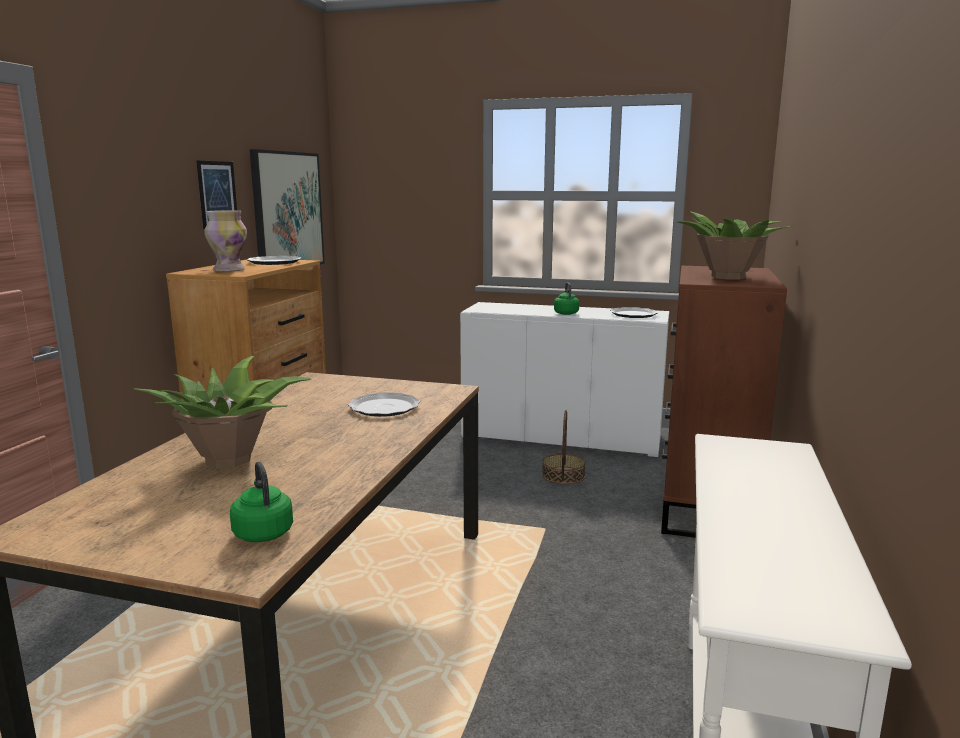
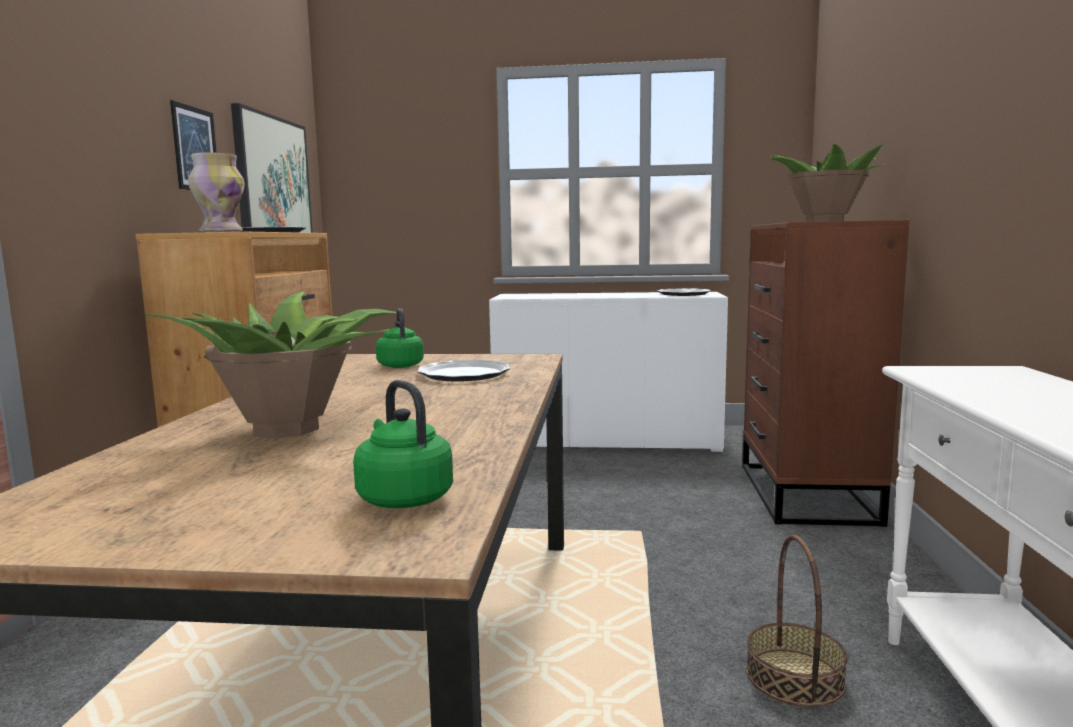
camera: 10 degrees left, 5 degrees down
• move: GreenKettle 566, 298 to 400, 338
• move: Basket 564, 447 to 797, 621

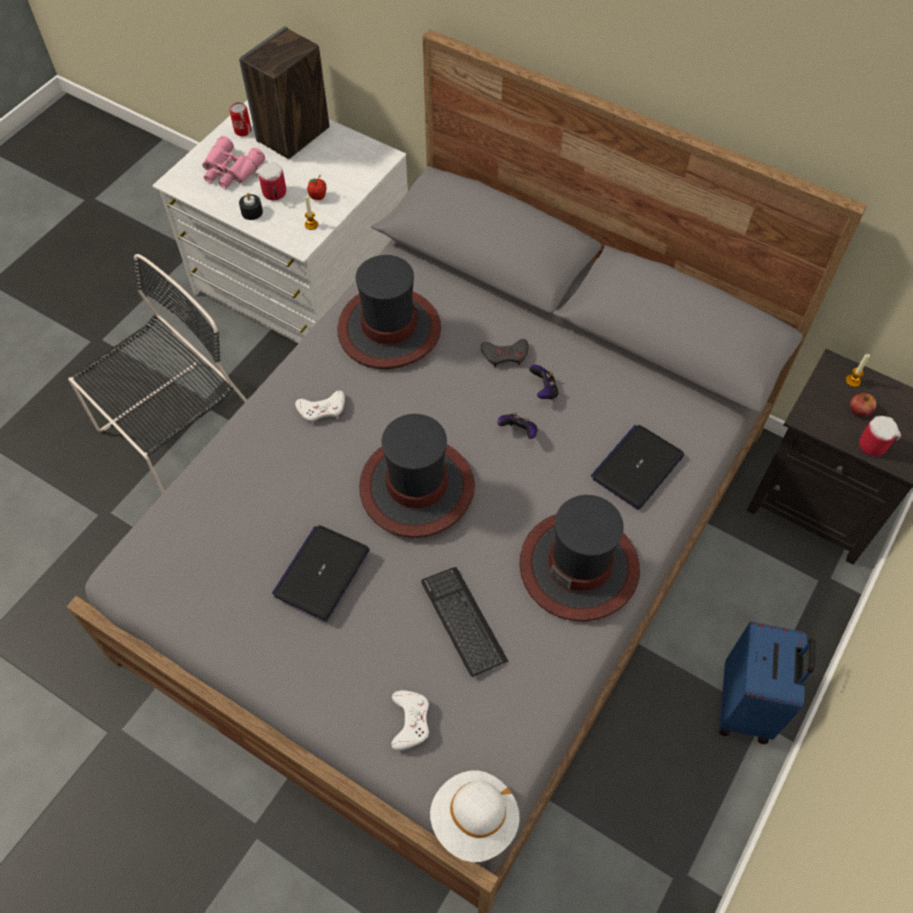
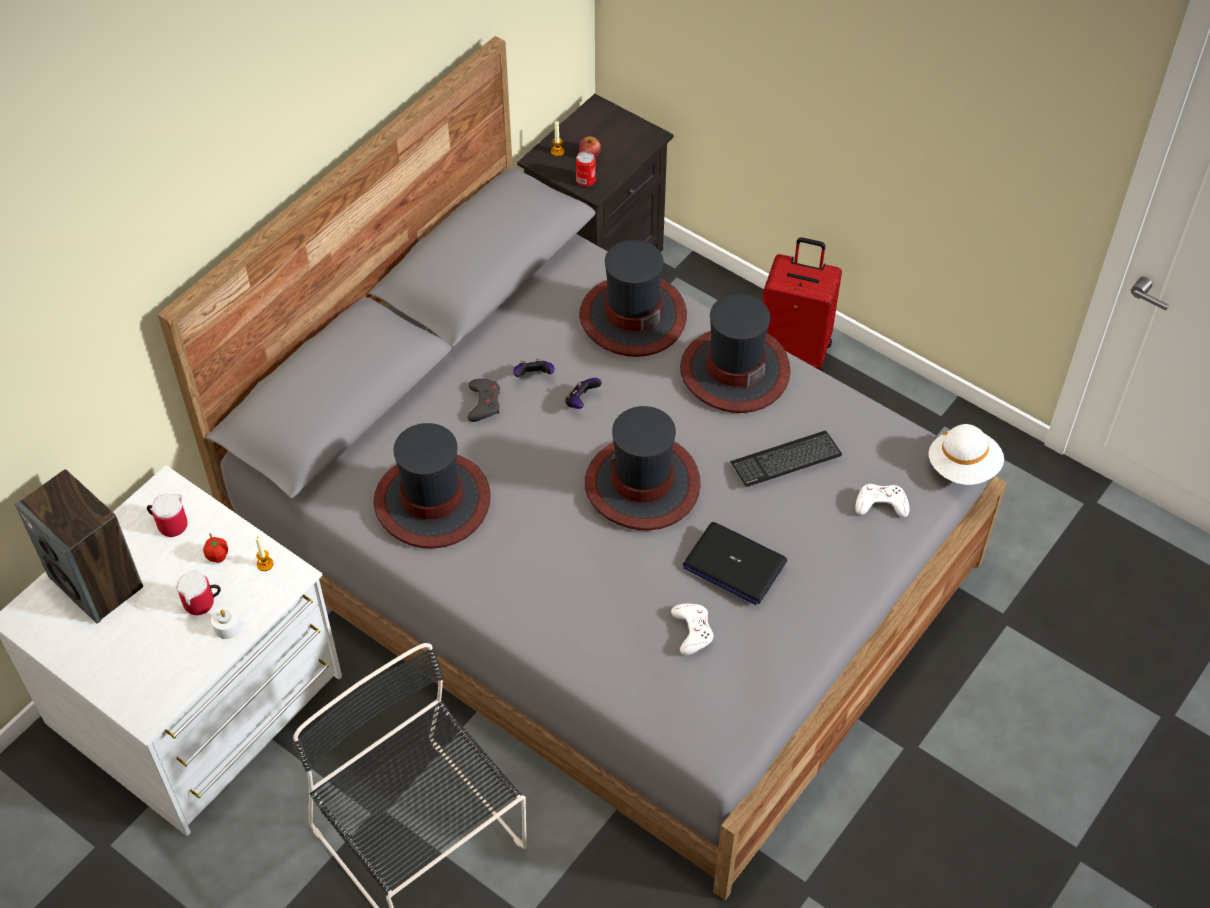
camera: 85 degrees left, 5 degrees down
• move: Can 240, 119 to 585, 169
• delete: PinkBinoculars 233, 162
• recolor: BlackCandle 251, 206 to WhiteCandle 226, 623
• move: WhiteGameController 320, 407 to 692, 629
• move: Mug 880, 435 to 167, 515
• replace: Laptop 637, 467 to Hat 633, 298
• recolor: BlueSuitcase 767, 682 to RedSuitcase 802, 304

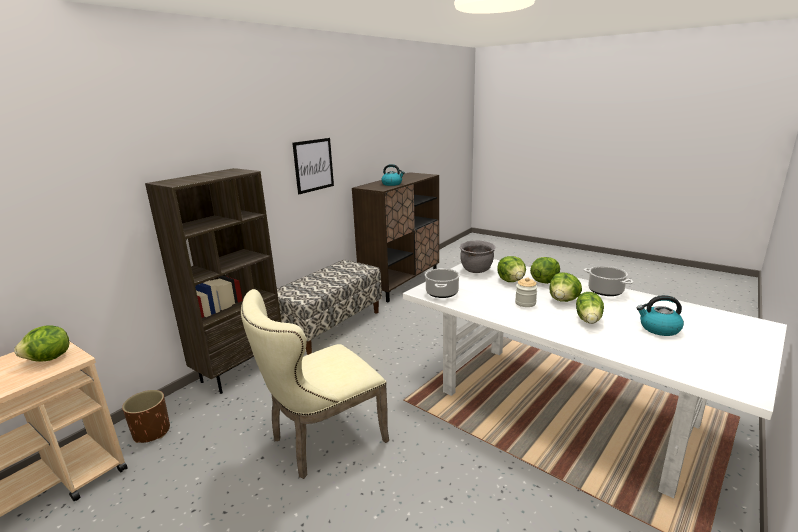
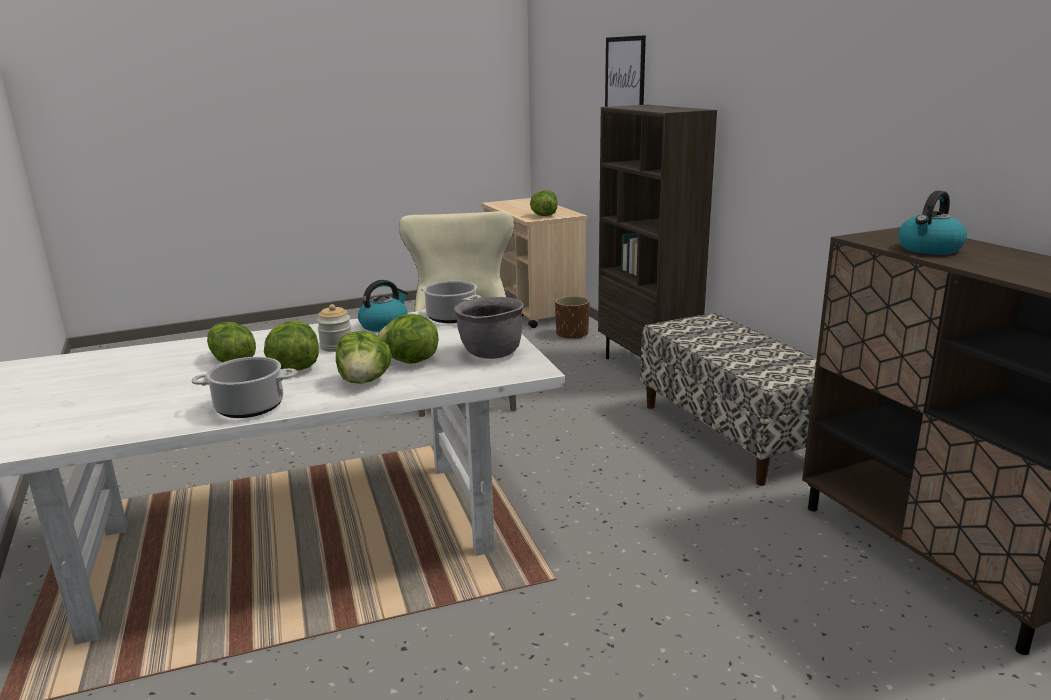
camera: 120 degrees right, 0 degrees up
• move: Picture 313, 166 to 625, 71
• move: Kettle 660, 315 to 383, 306

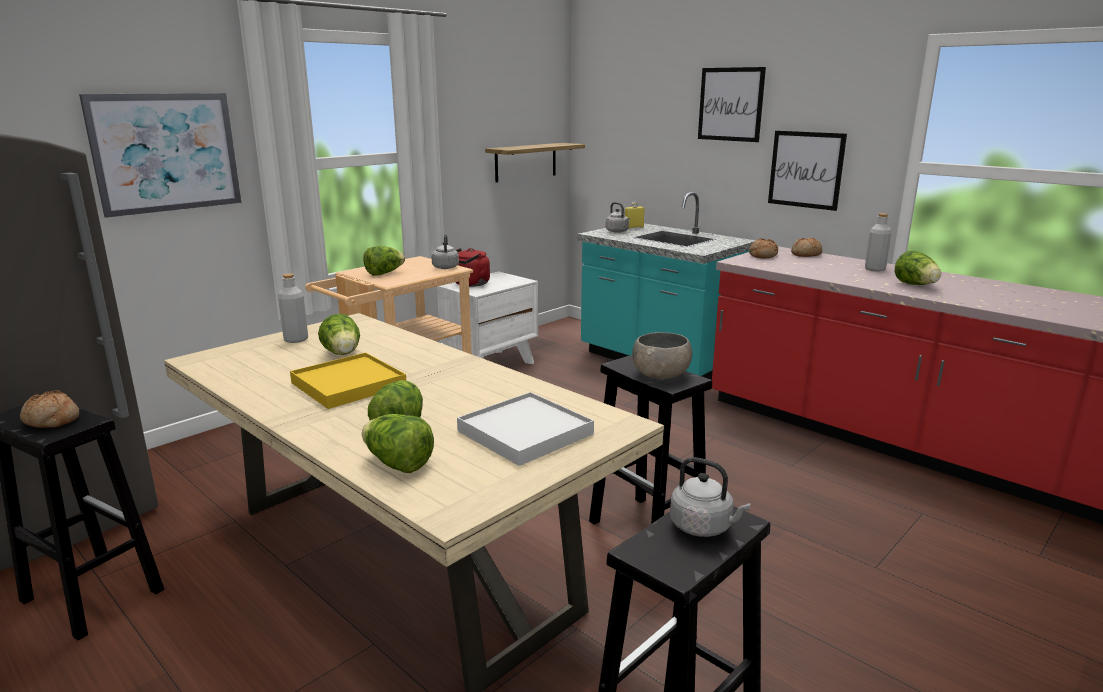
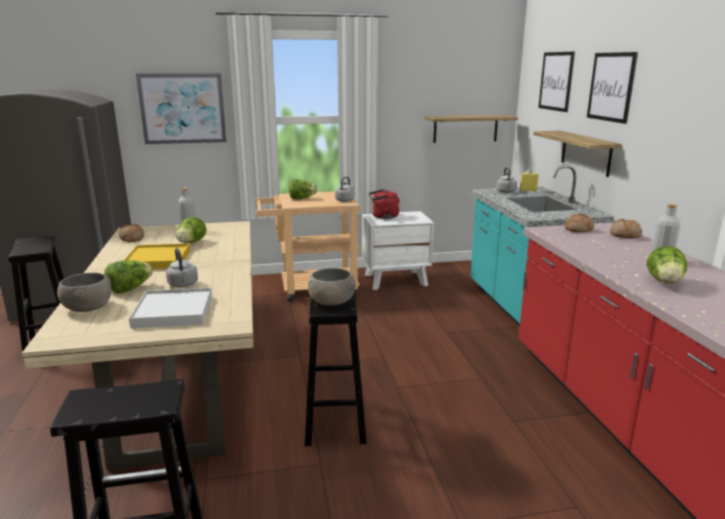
camera: 35 degrees right, 0 degrees up
• move: Picture 807, 171 to 556, 82
• move: Bread 49, 409 to 131, 233
• replace: Lettuce 398, 443 to GreyBowl 84, 292
• move: GreyKettle 710, 497 to 182, 267
• insert: Shelf 577, 154

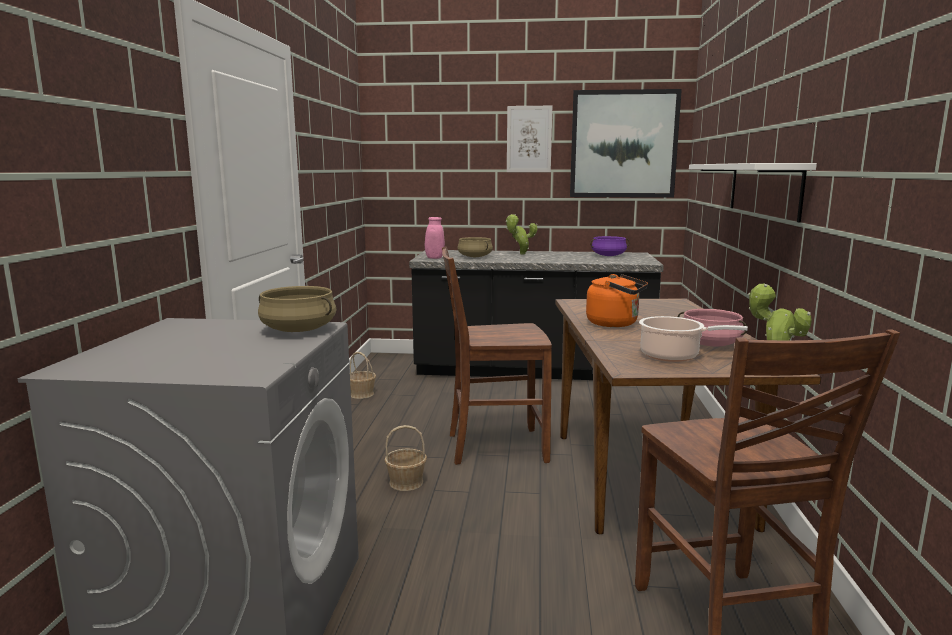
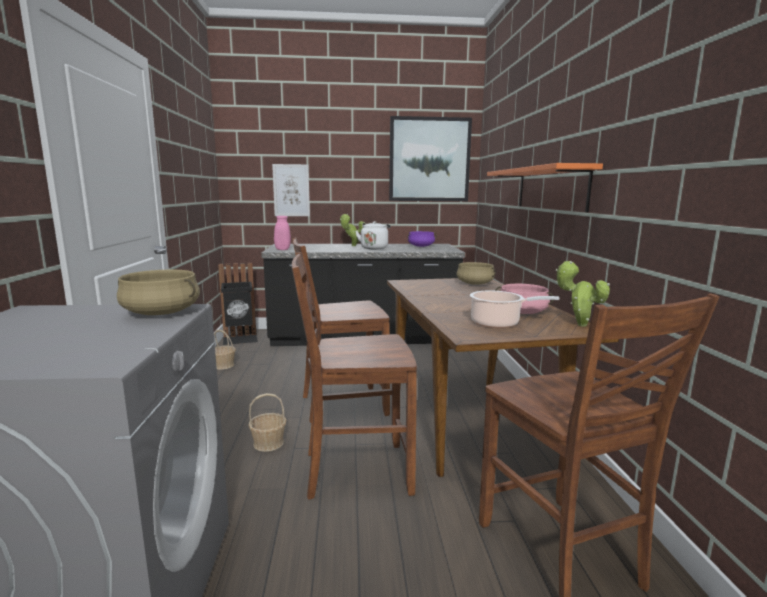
camera: 10 degrees left, 0 degrees up
• move: Picture 529, 139 to 291, 190
• recolor: WhiteShelf 753, 193 to OrangeShelf 545, 187
• move: BeigeCookingPot 475, 247 to 476, 273
• delete: OrangeKettle 617, 300
• insert: WhiteKettle 373, 235
• insert: BrownChair 354, 376
• insert: BlackTrashCan 238, 304

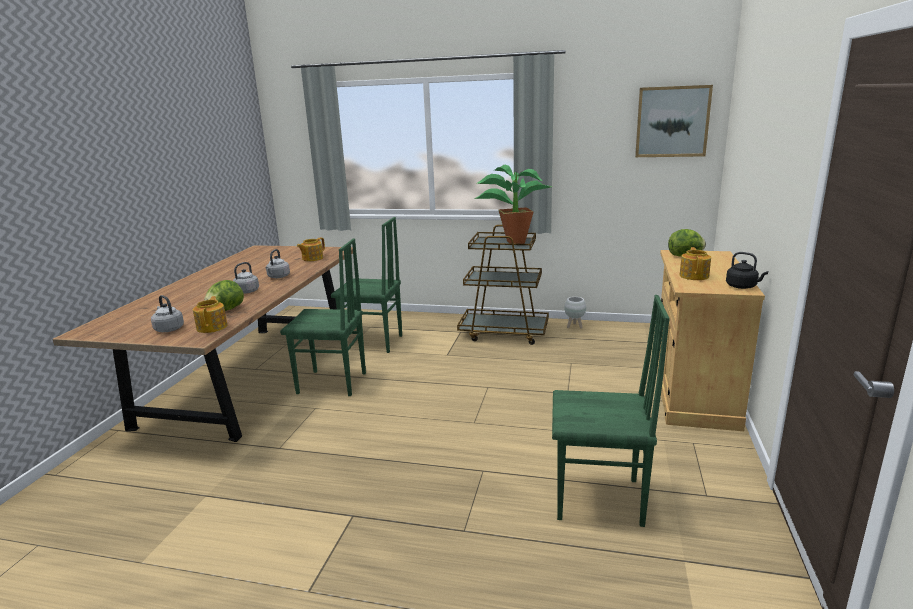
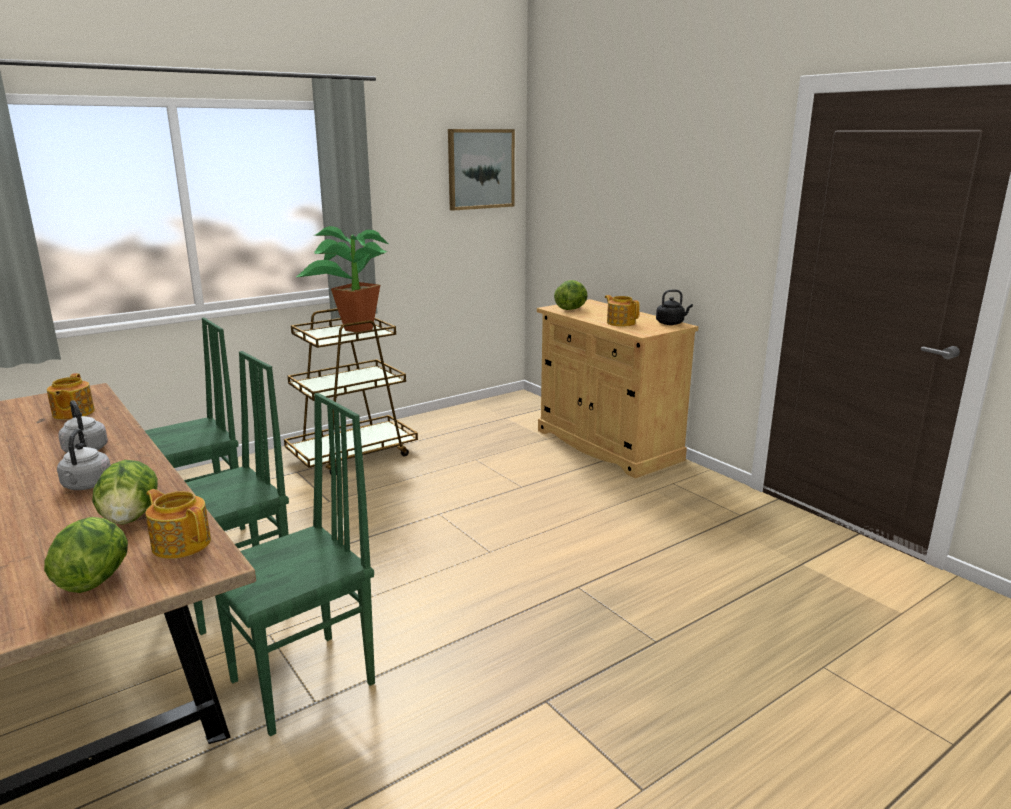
camera: 50 degrees left, 0 degrees up
• replace: GreyKettle 167, 313 to Lettuce 86, 555
• move: GreenChair 611, 411 to 295, 565
• delete: WhitePlanter 575, 313

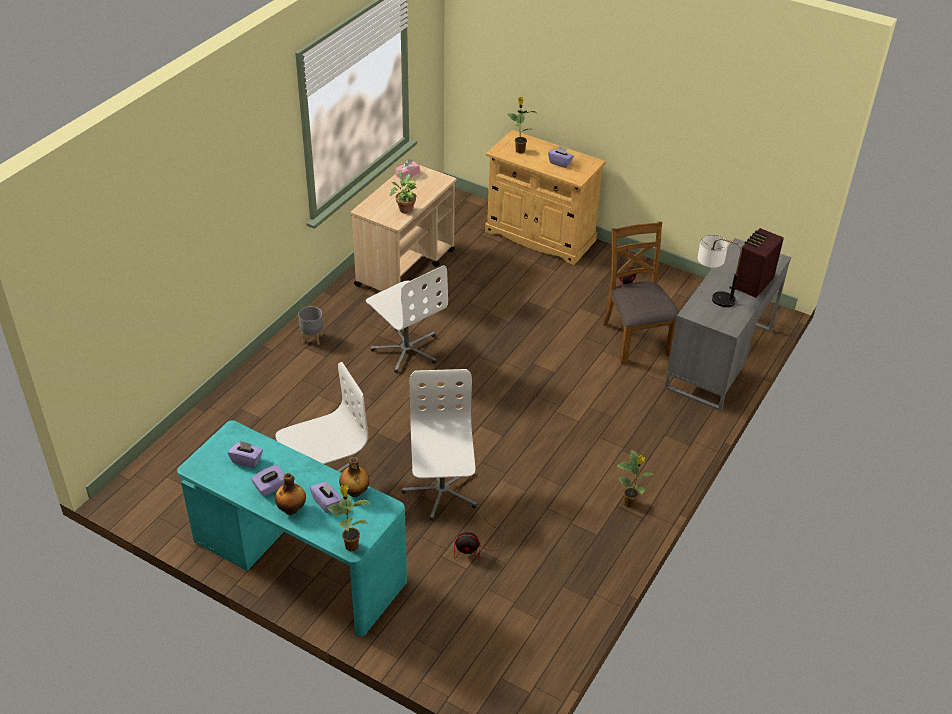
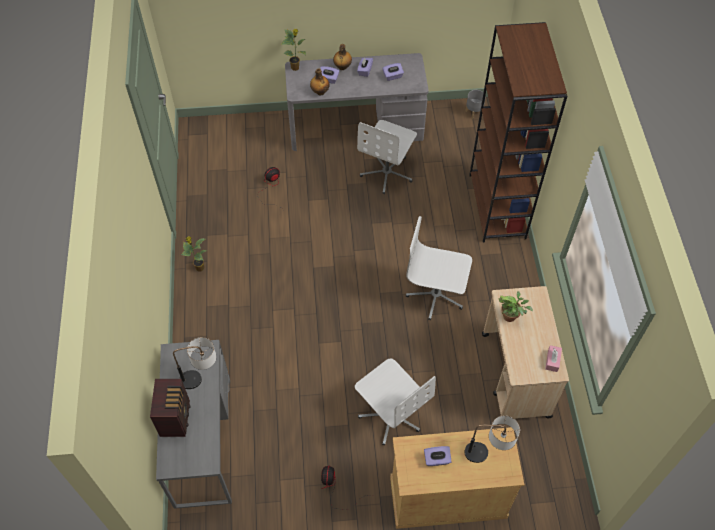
camera: 145 degrees right, 15 degrees up
• replace: PottedPlant 522, 125 to TableLamp 492, 439
• delete: BrownChair 641, 292
• move: GreyPlanter 310, 325 to 475, 104
• move: WhiteOfficeChair 439, 445 to 395, 401
• recolor: TurquoiseDesk 292, 528 to GreyDesk 357, 102
• insert: BrownBookcase 518, 132

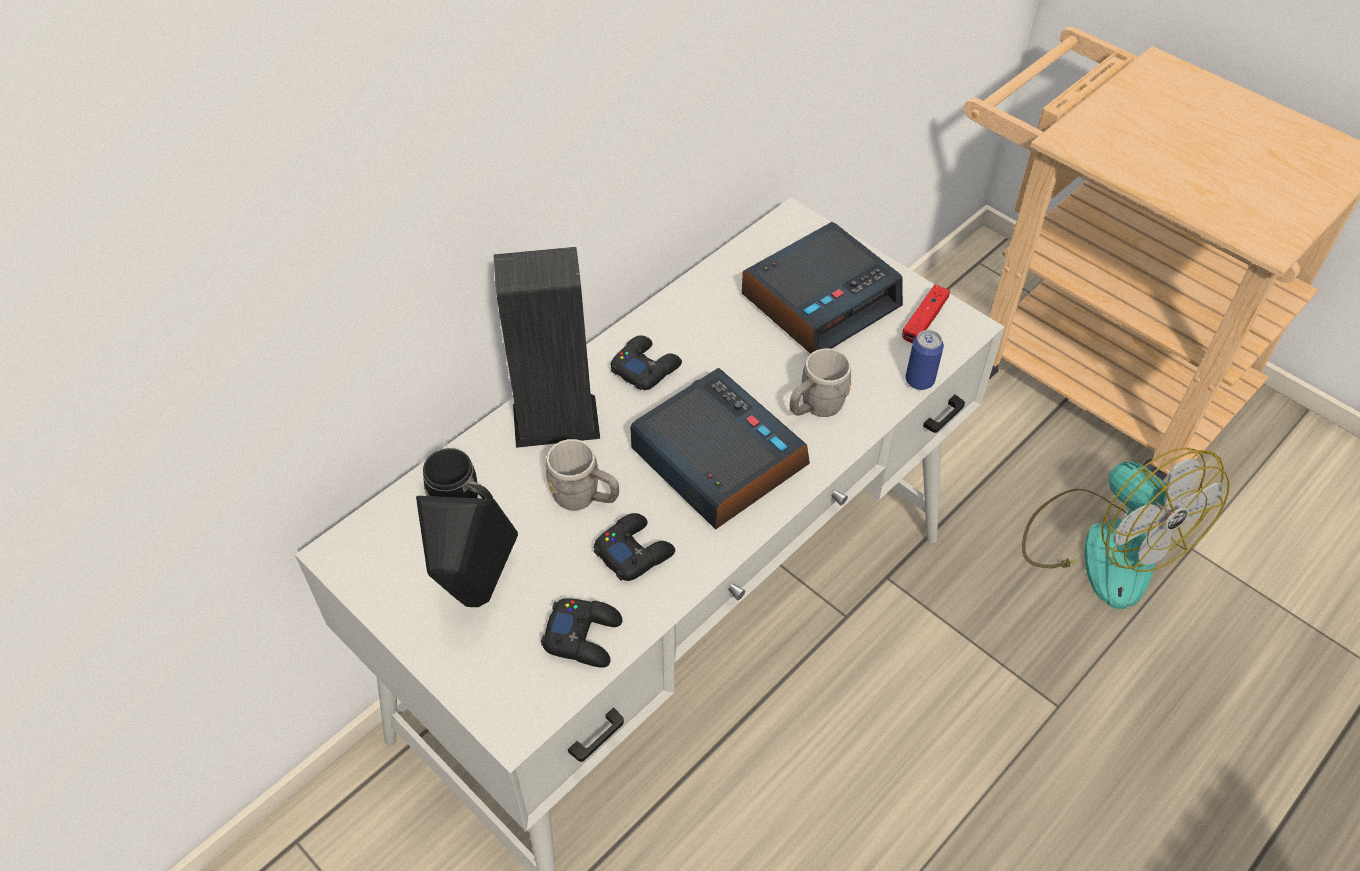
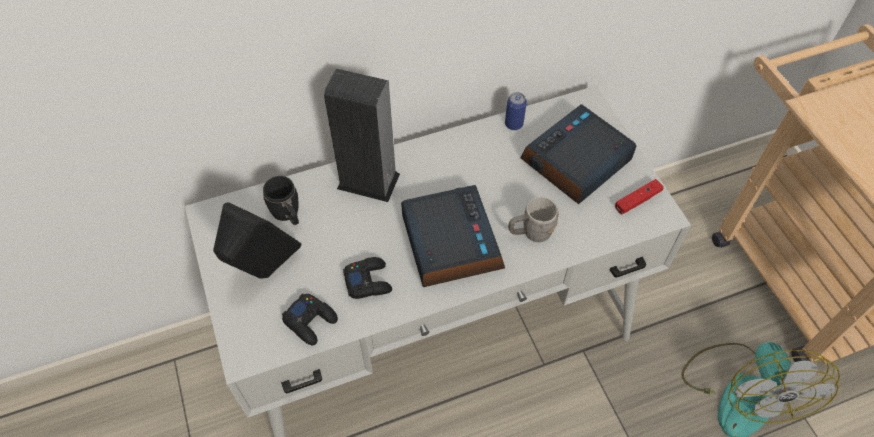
camera: 25 degrees right, 5 degrees up
• rotate: AlarmClock 822, 288 = 578, 154 150 degrees clockwise
• move: Can 925, 360 to 516, 111
• delete: BlackGameController 646, 362
• delete: GreyMug 582, 475

